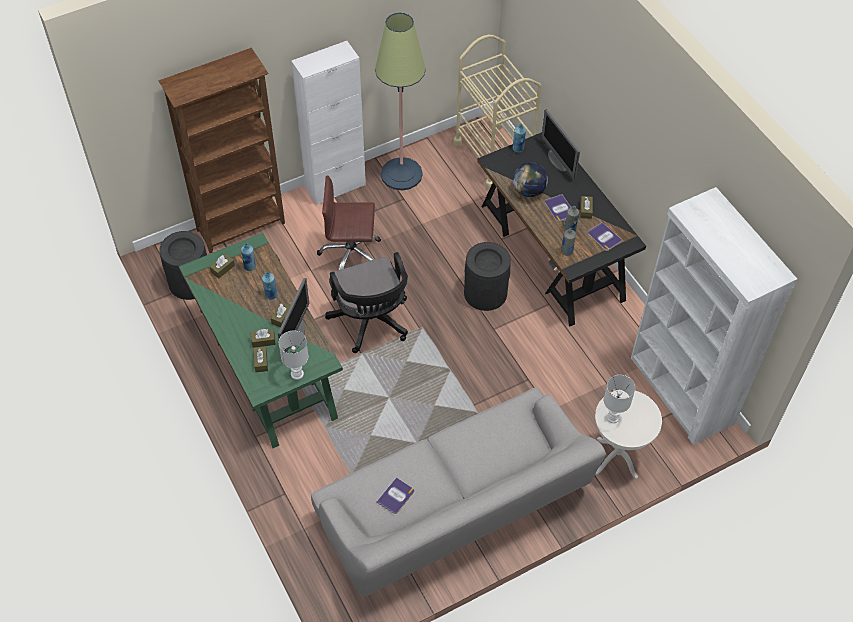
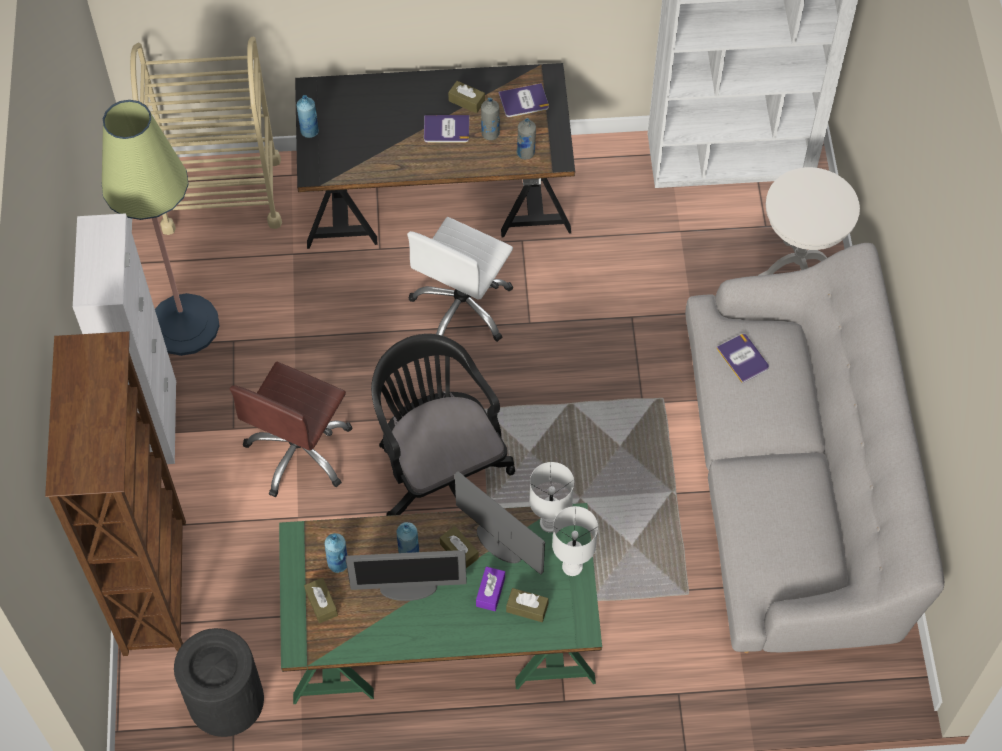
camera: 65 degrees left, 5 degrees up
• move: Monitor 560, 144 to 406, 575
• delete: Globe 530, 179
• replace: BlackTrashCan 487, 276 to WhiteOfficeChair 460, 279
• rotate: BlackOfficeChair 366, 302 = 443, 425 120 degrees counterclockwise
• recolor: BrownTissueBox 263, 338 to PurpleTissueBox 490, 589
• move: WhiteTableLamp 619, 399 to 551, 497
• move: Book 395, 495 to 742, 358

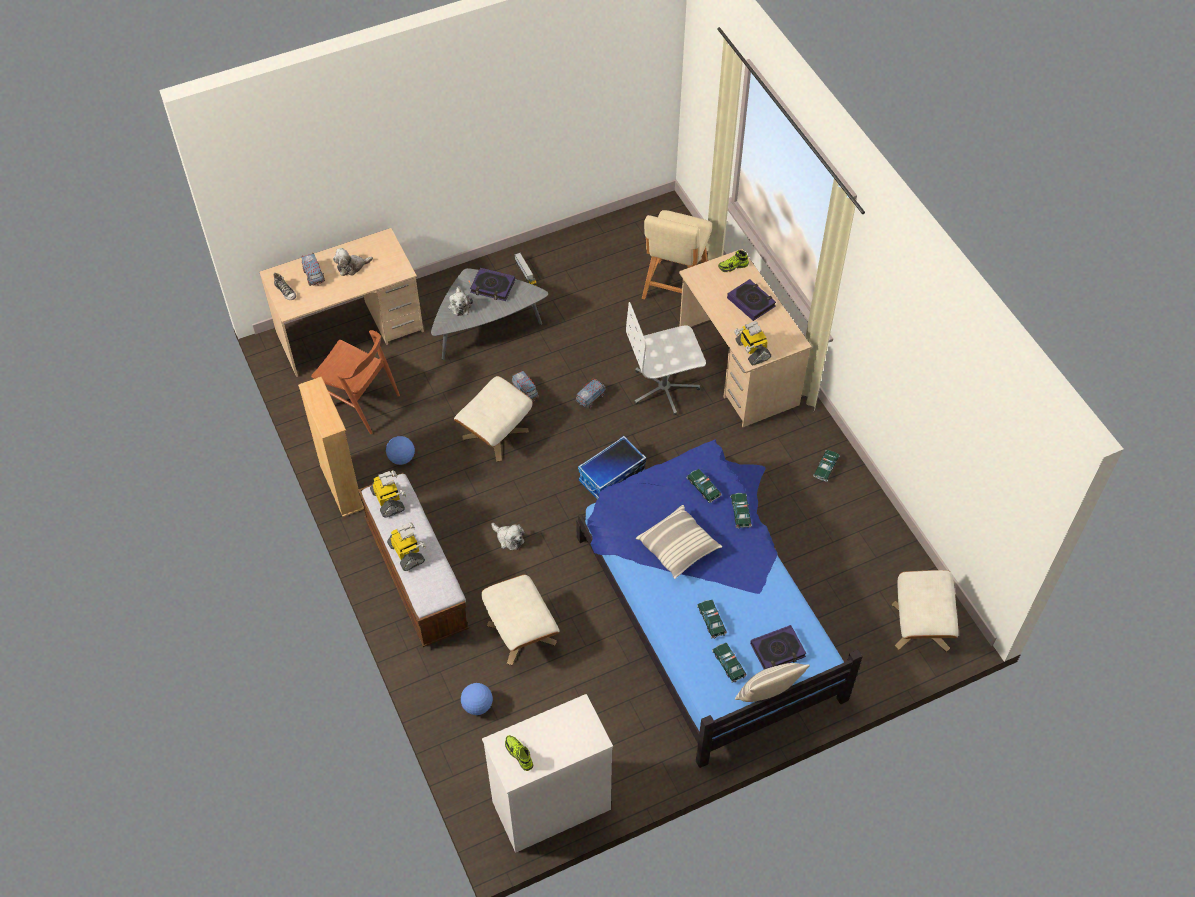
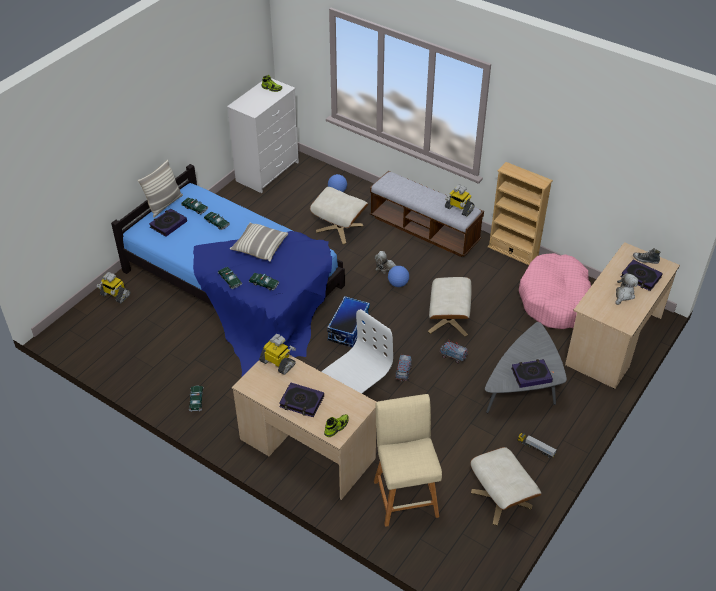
camera: 150 degrees right, 10 degrees down
• replace: ToyTruck 313, 269 to Book 642, 275
• delete: PlushToy 460, 301
• replace: BrownChair 355, 382 to PinkDogBed 555, 291
• move: Football 400, 450 to 398, 276
• move: ToyRobot 406, 546 to 113, 287
• move: BeigeOttoman 925, 611 to 506, 486

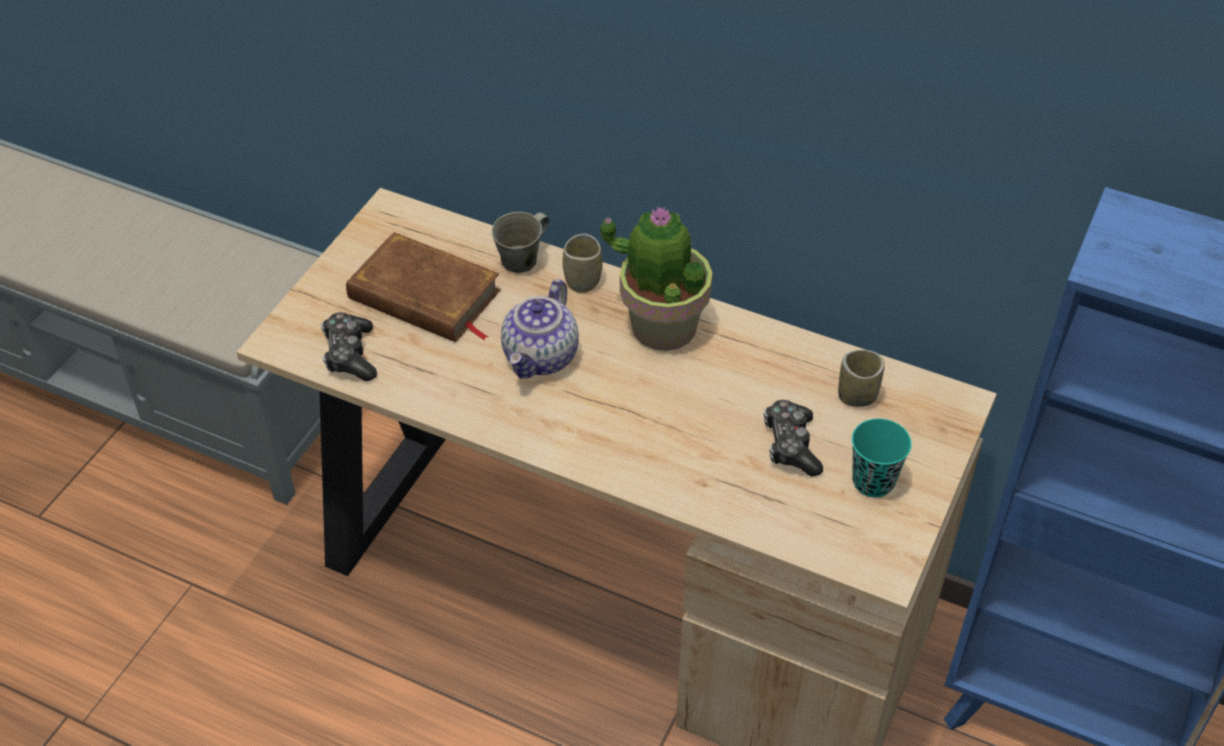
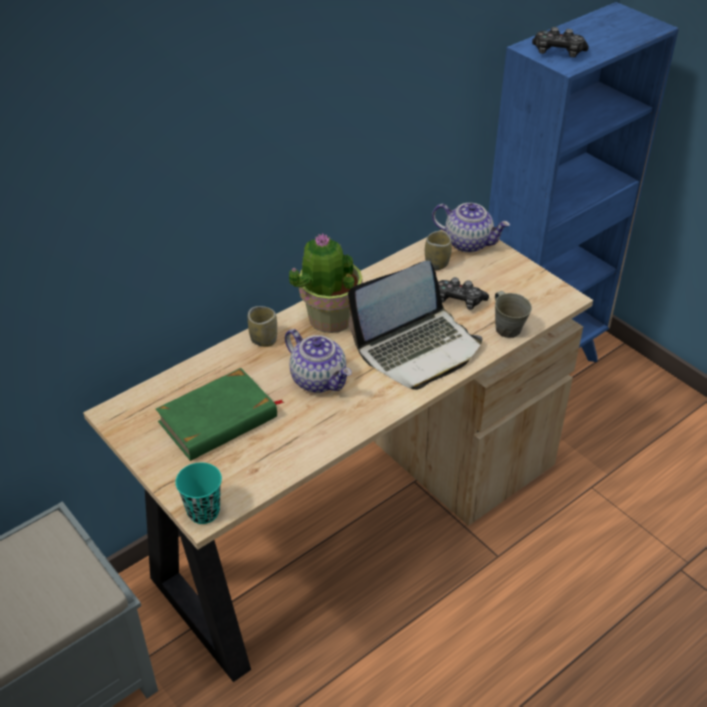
camera: 65 degrees left, 5 degrees down
• move: GreyMug 520, 242 to 513, 314
• recolor: BrownBook 423, 287 to GreenBook 220, 414
• move: GameController 349, 346 to 560, 42
• move: TurquoiseCup 882, 458 to 198, 493
• insert: Teapot 471, 228
• insert: Laptop 415, 325

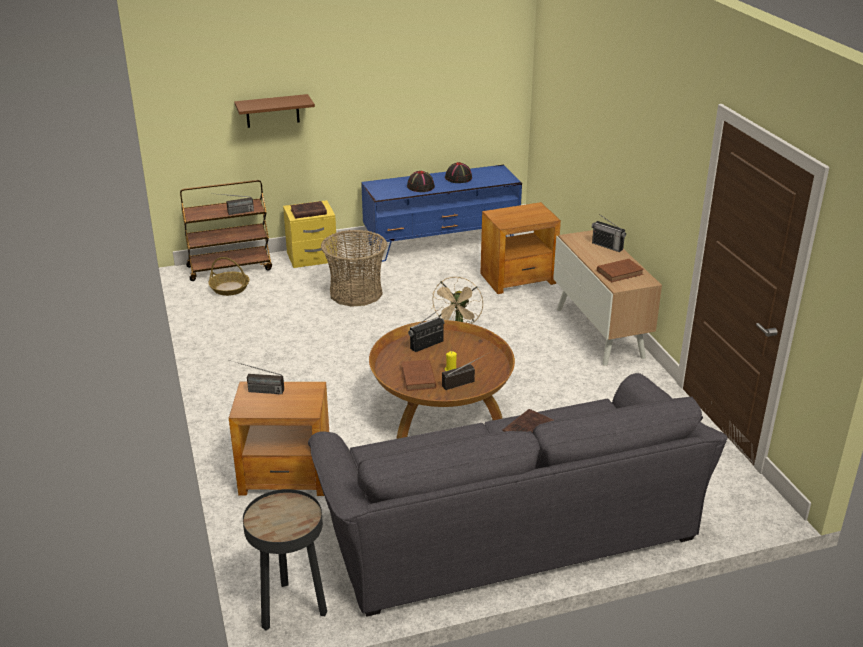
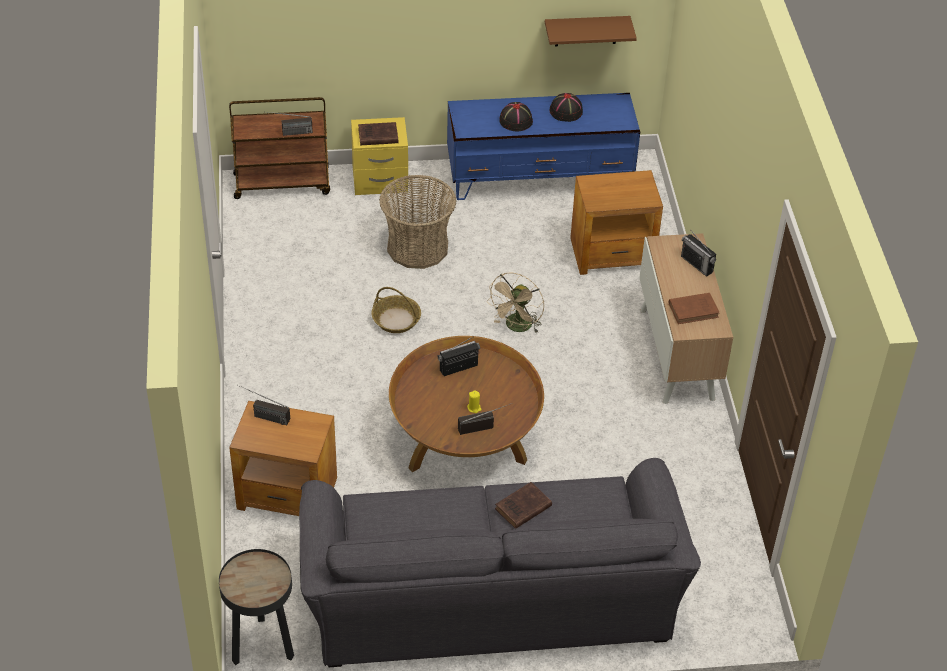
camera: 10 degrees right, 15 degrees up
• move: BrownShelf 274, 111 to 591, 31
• move: Basket 229, 276 to 396, 310
• delete: BrownBook 418, 375

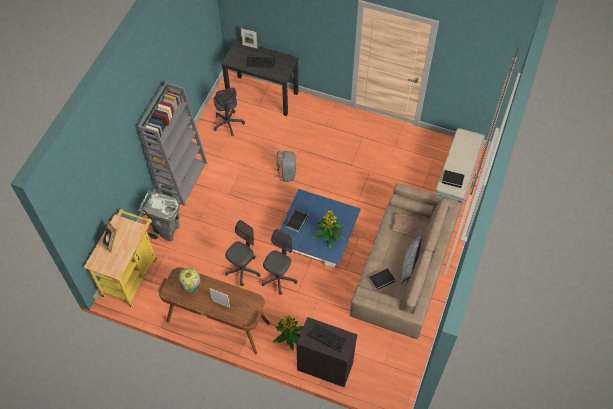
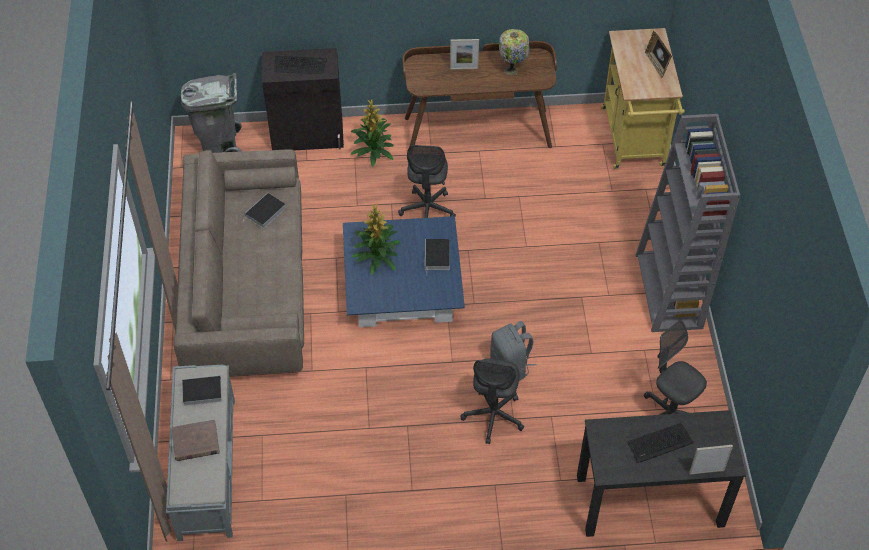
camera: 155 degrees right, 5 degrees down
• move: GreyTrashCan 159, 216 to 211, 113
• move: BrownBook 405, 225 to 195, 440
• move: GreyOfficeChair 243, 253 to 492, 401
• delete: Pillow 411, 259

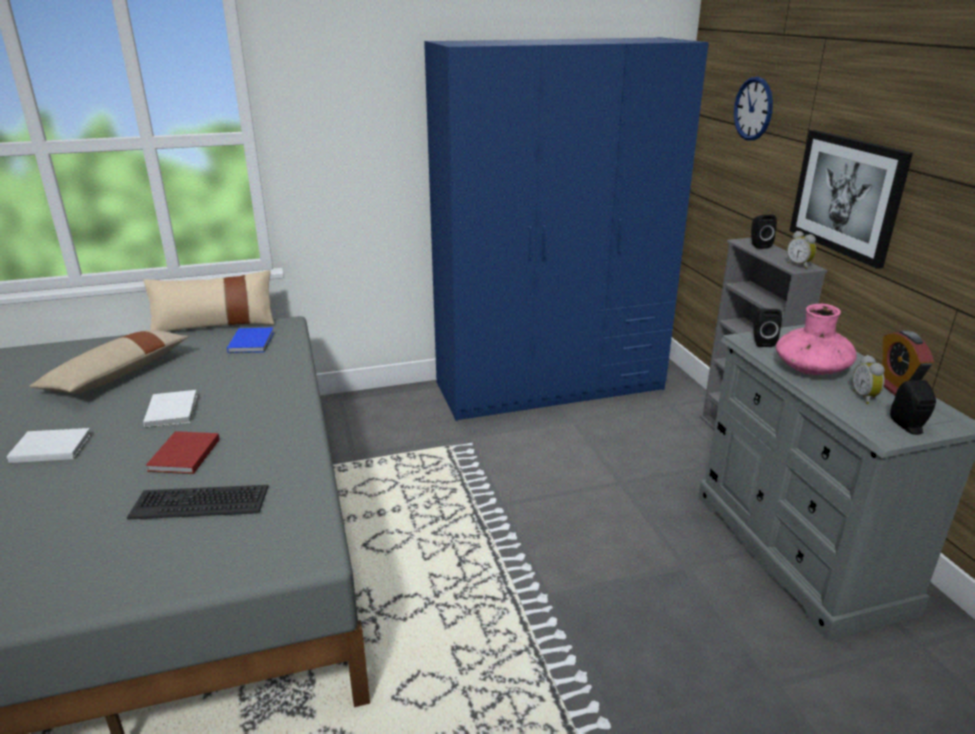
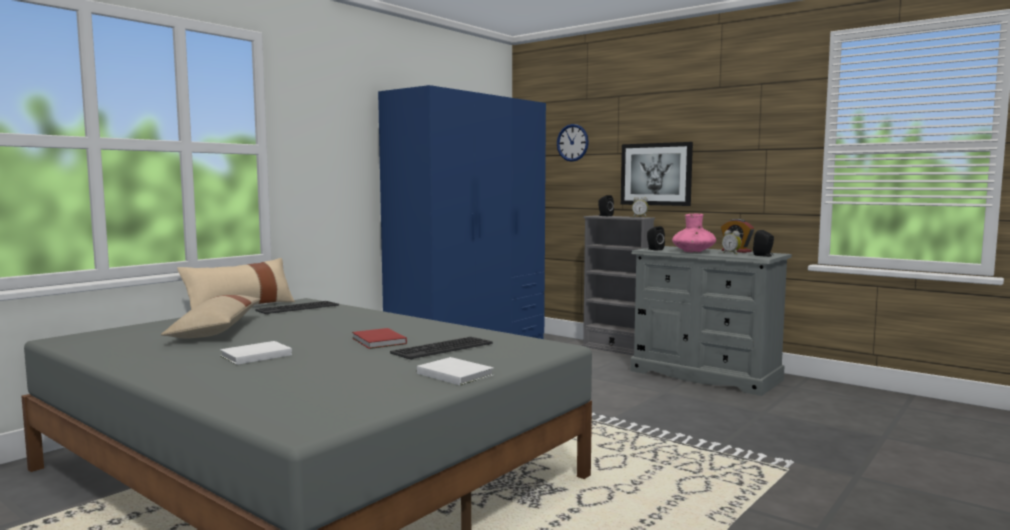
camera: 35 degrees left, 20 degrees down
• replace: BlueBook 250, 340 to Keyboard 297, 308
• move: WhiteBook 170, 409 to 455, 371

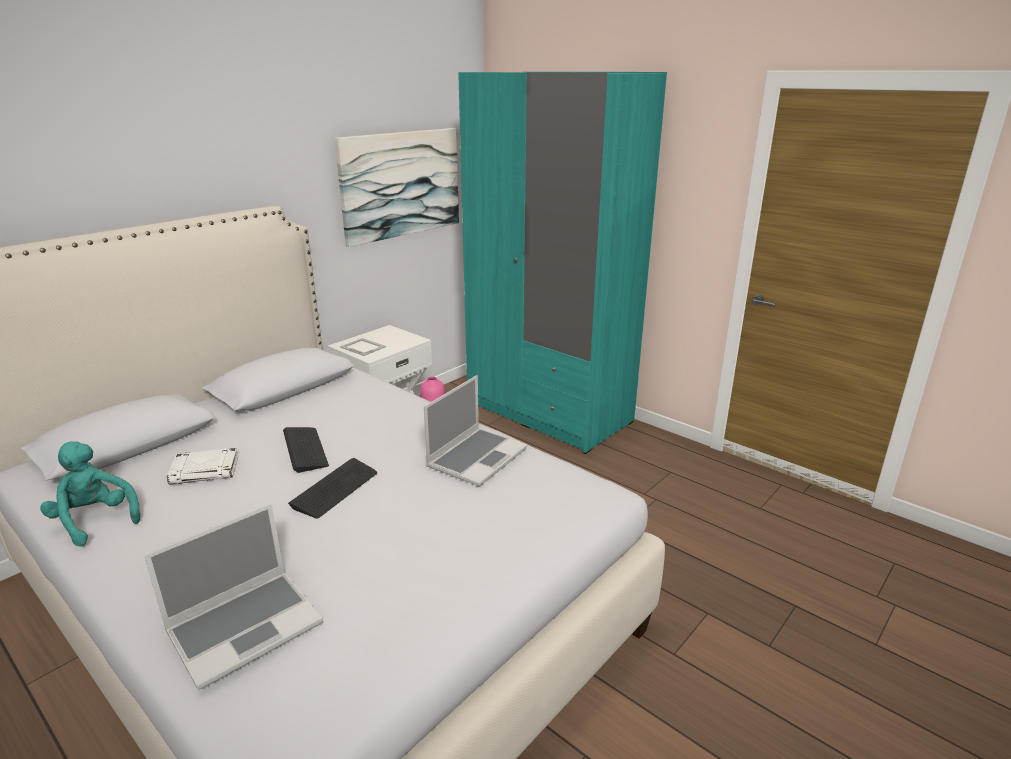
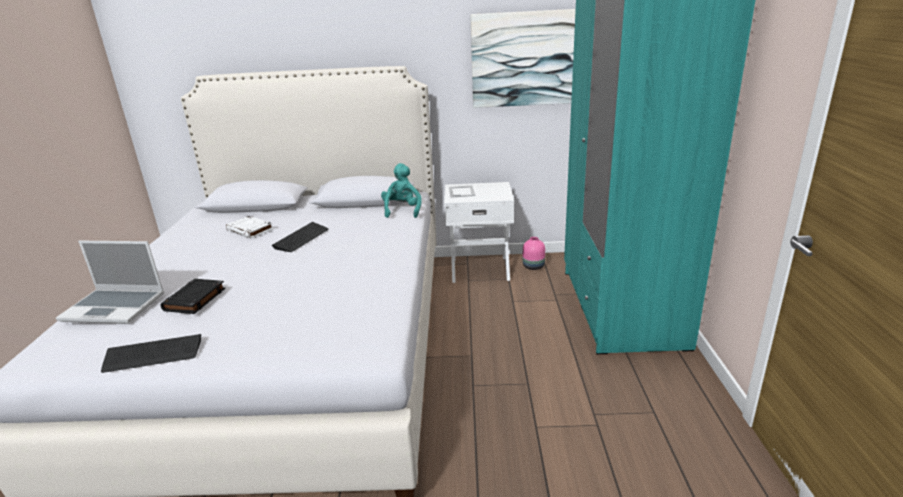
camera: 50 degrees right, 0 degrees up
• delete: Laptop 475, 431
• move: TurquoisePlushToy 90, 493 to 401, 190
• move: Keyboard 332, 488 to 151, 353
• insert: BlackBook 193, 296

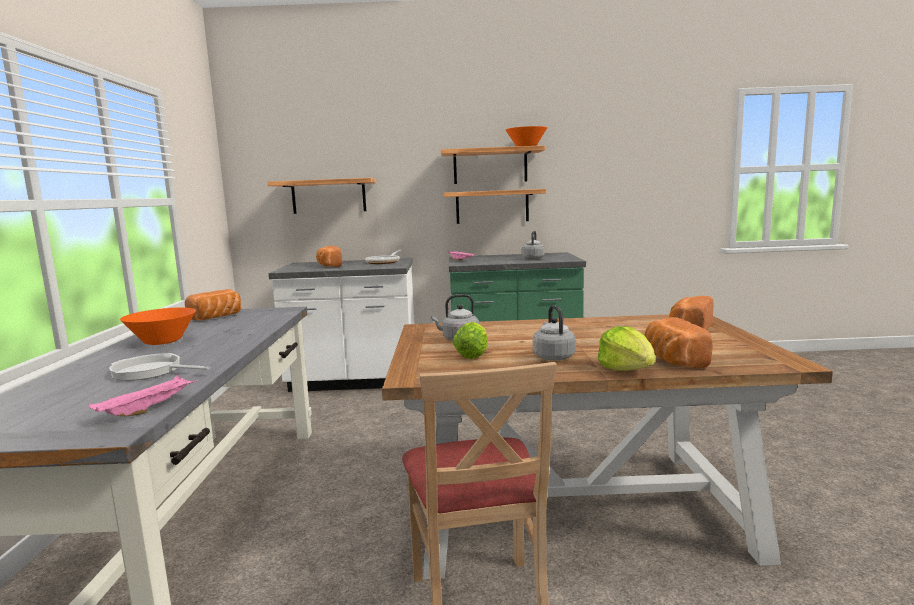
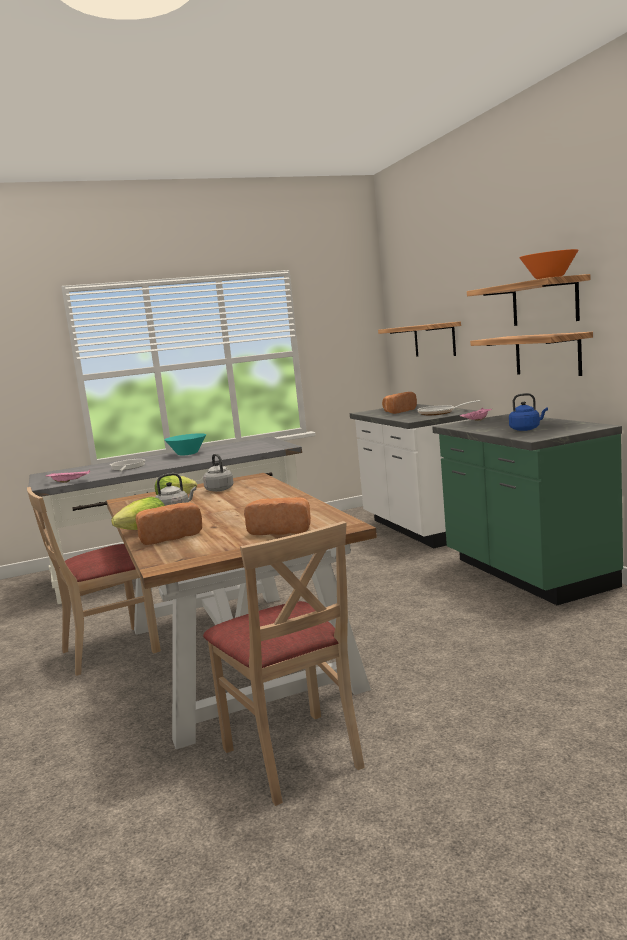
camera: 70 degrees right, 0 degrees up
• recolor: GreyKettle 533, 245 to BlueKettle 528, 412
• delete: Bread 213, 304
• recolor: OrangeBowl 158, 326 to TurquoiseBowl 185, 444
• insert: BeigeChair 284, 663

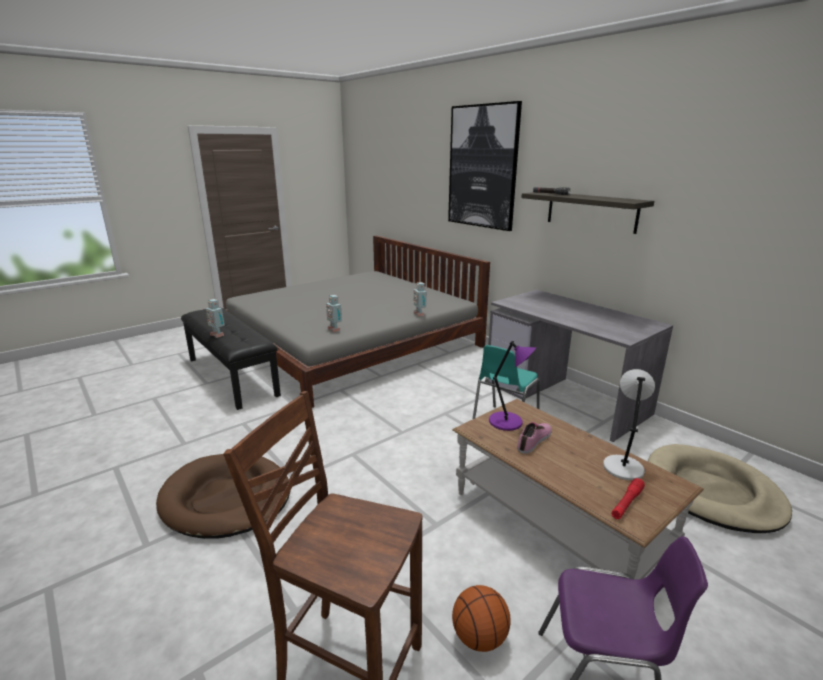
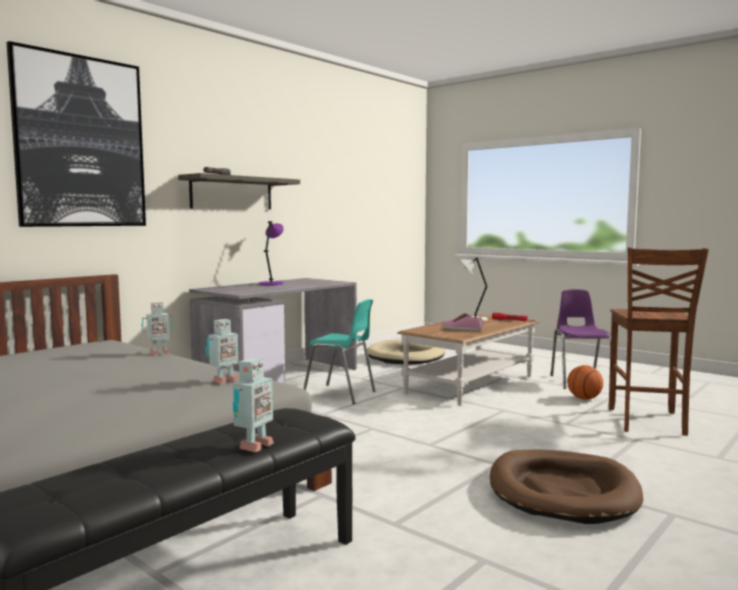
camera: 100 degrees left, 15 degrees down
• move: PurpleTableLamp 512, 385 to 271, 253

